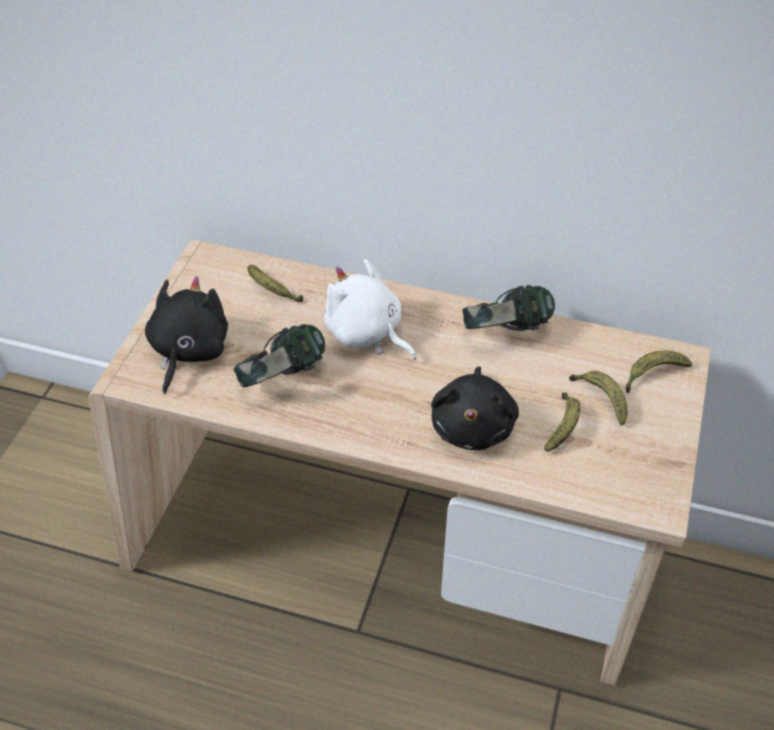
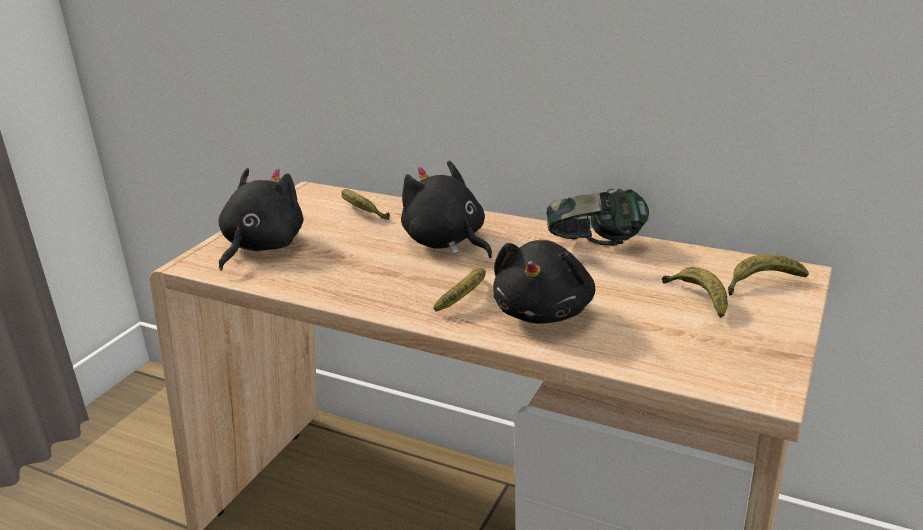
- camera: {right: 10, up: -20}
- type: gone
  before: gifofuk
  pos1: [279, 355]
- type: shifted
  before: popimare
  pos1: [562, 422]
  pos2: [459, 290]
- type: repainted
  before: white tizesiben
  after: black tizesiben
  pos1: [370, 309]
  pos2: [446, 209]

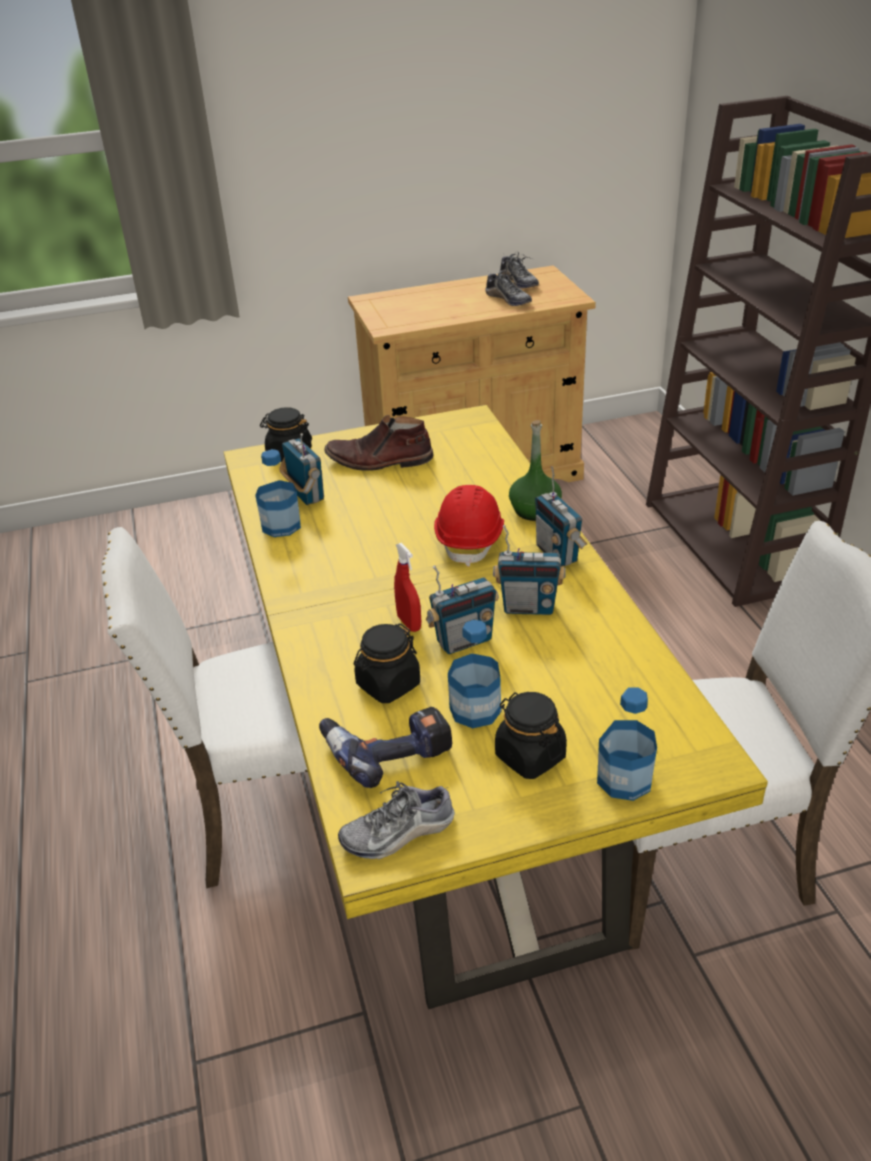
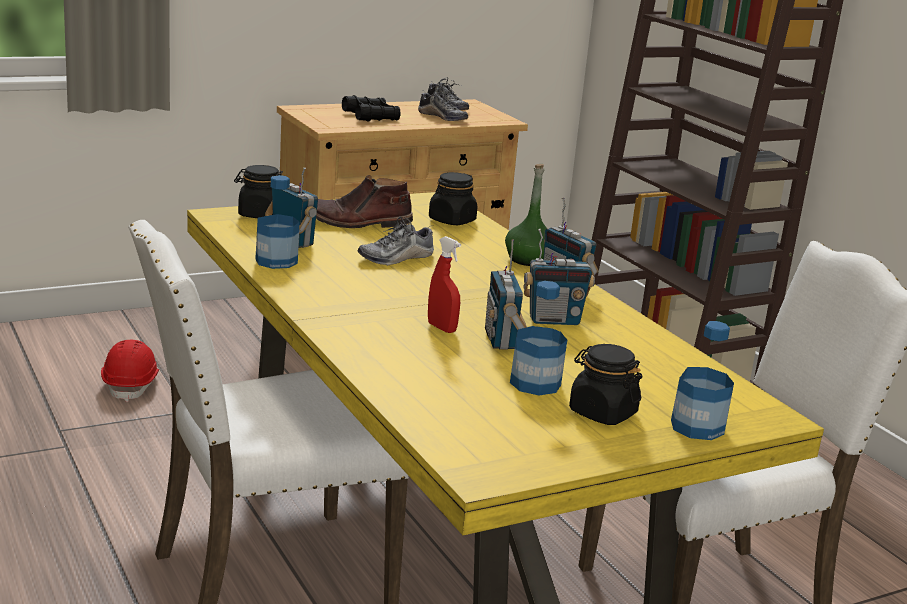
- camera: {right: -15, up: -15}
- type: gone
  before: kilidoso
  pos1: [386, 747]
- type: new
  after: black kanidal
  pos2: [371, 108]
- type: shifted
  before: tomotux
  pos1: [396, 820]
  pos2: [396, 241]
- type: shifted
  before: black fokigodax
  pos1: [387, 663]
  pos2: [453, 198]
- type: shifted
  before: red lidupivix
  pos1: [469, 526]
  pos2: [130, 371]
- type: rotated
  before: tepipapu
  pos1: [462, 609]
  pos2: [506, 295]
  turn: 120

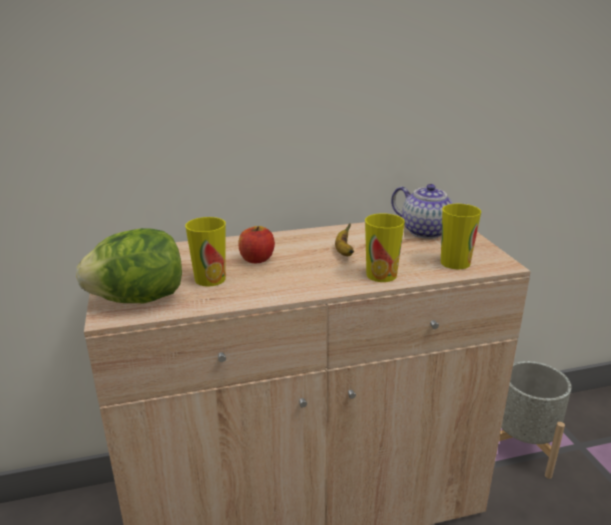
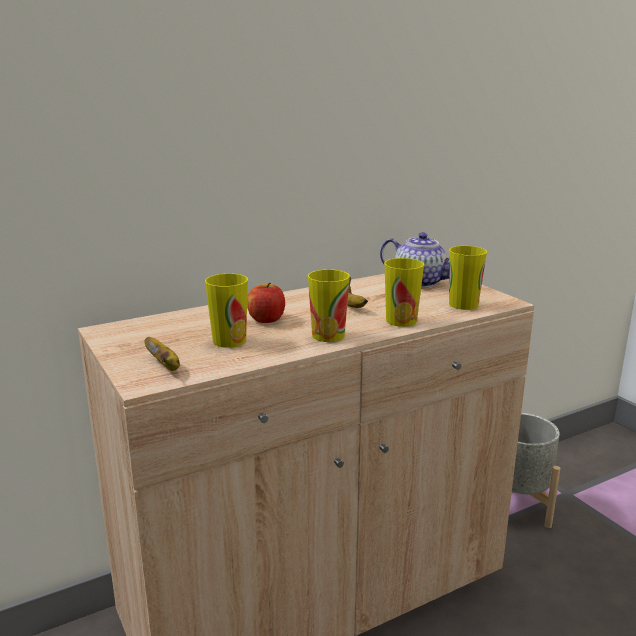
- camera: {right: -15, up: -5}
- type: new
  after: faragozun
  pos2: [329, 305]
- type: swapped
  before: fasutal
  after: popimare
  pos1: [129, 265]
  pos2: [162, 354]

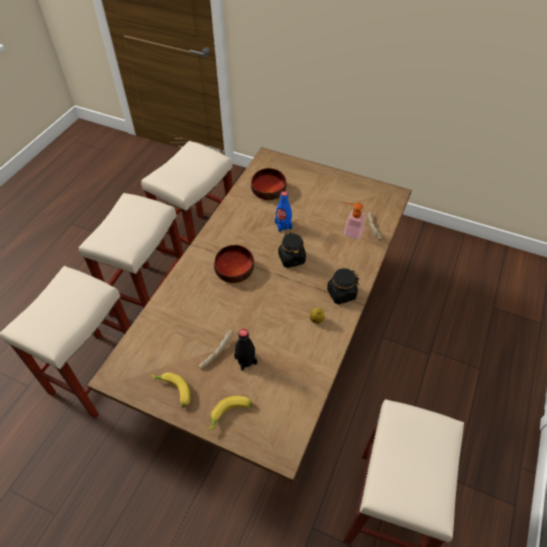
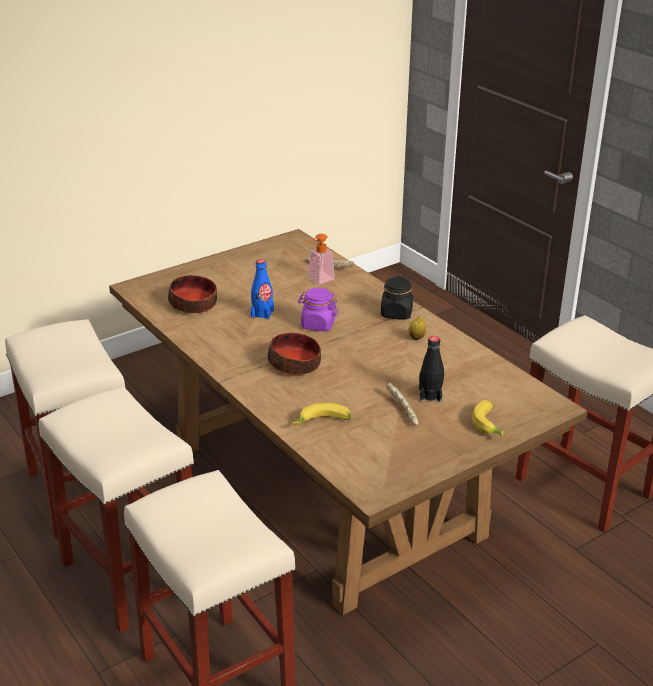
- camera: {right: -60, up: -20}
- type: shifted
  before: popimare
  pos1: [171, 390]
  pos2: [321, 414]
- type: repainted
  before: black fokigodax
  after: purple fokigodax
  pos1: [292, 250]
  pos2: [318, 309]

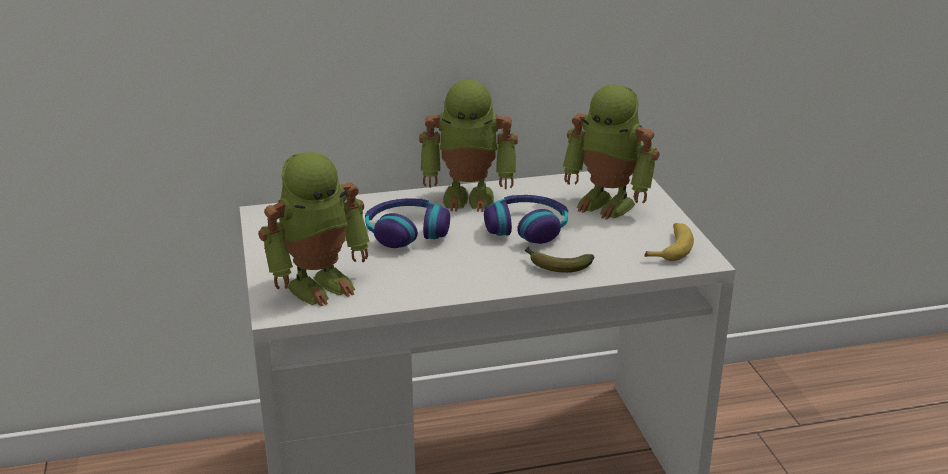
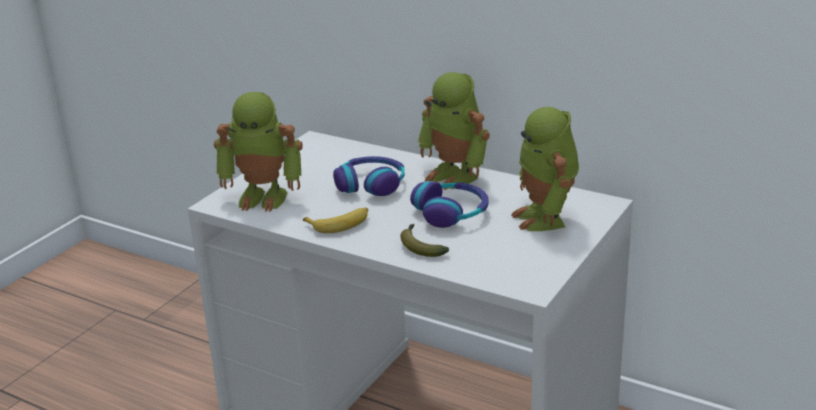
- camera: {right: 45, up: 0}
- type: shifted
  before: popimare
  pos1: [669, 242]
  pos2: [335, 220]

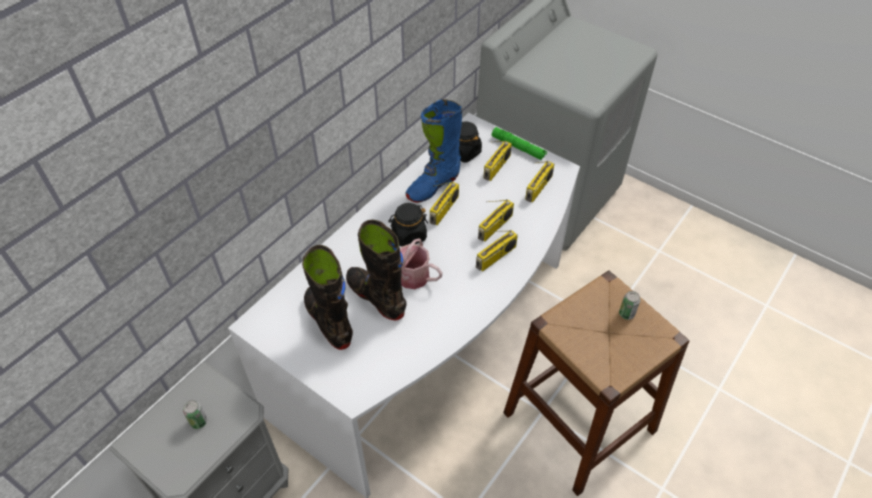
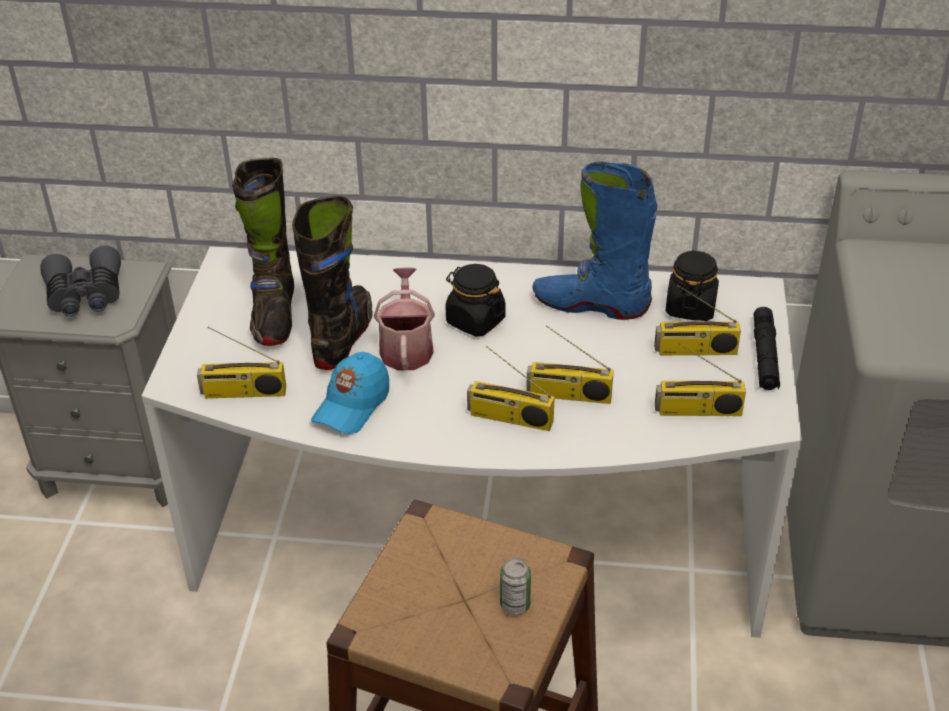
- camera: {right: 60, up: -10}
- type: new
  after: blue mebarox
  pos2: [350, 393]
- type: shifted
  before: tepipapu
  pos1: [444, 203]
  pos2: [241, 362]
- type: swapped
  before: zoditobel
  after: grey kanidal
  pos1: [195, 414]
  pos2: [80, 281]
- type: repainted
  before: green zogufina
  after: black zogufina
  pos1: [519, 143]
  pos2: [766, 348]
- type: rotated
  before: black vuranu
  pos1: [327, 297]
  pos2: [263, 252]
  turn: 150

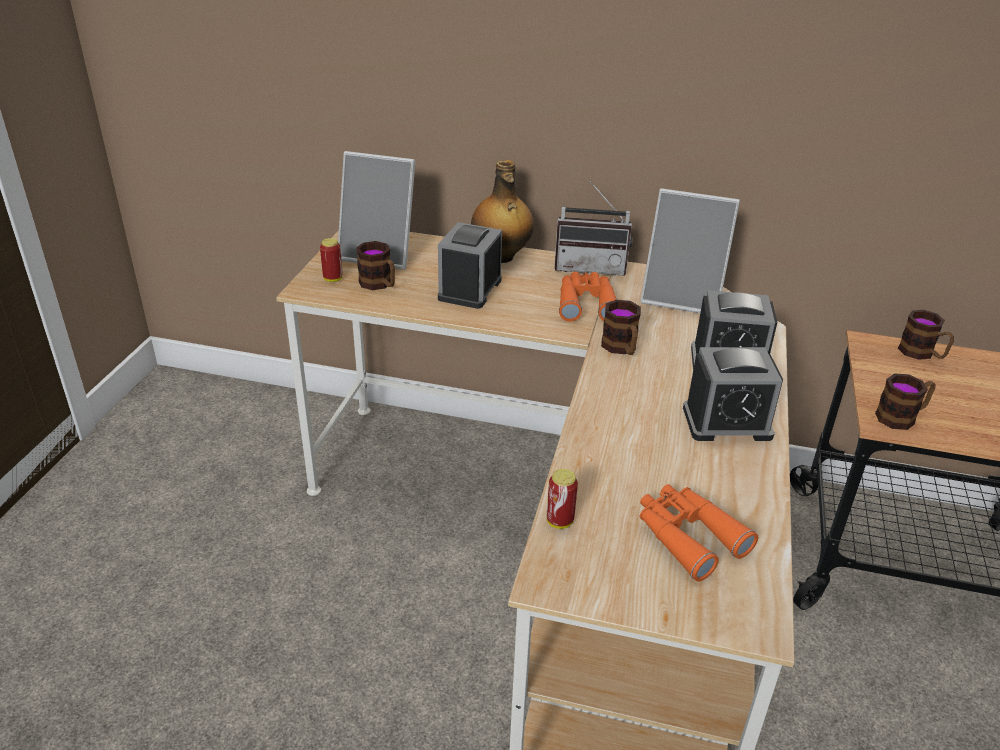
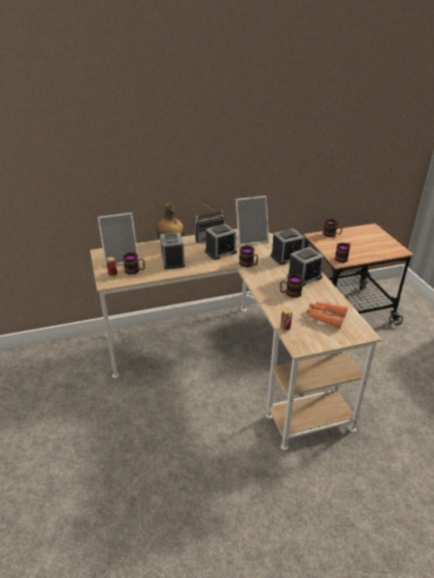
- camera: {right: -30, up: 0}
- type: new
  after: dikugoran
  pos2: [291, 286]
- type: swapped
  before: orange kanidal
  after: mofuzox
  pos1: [588, 296]
  pos2: [221, 242]

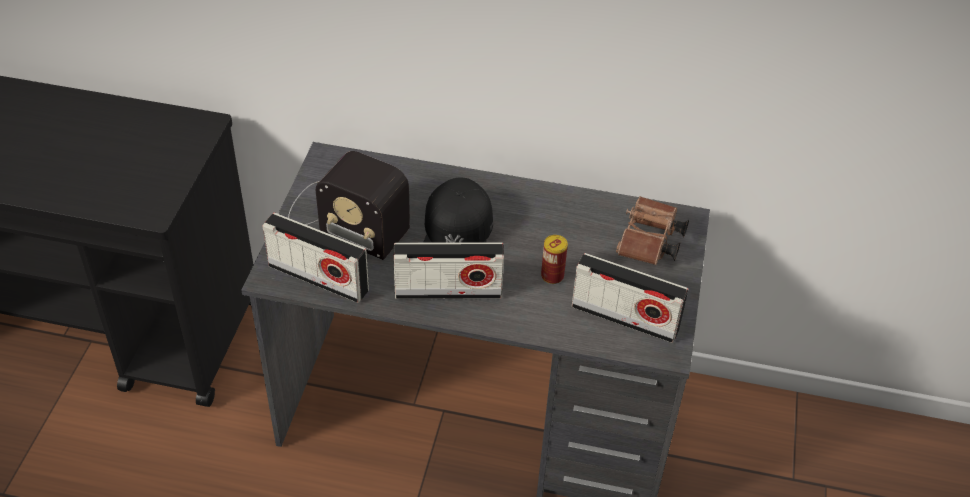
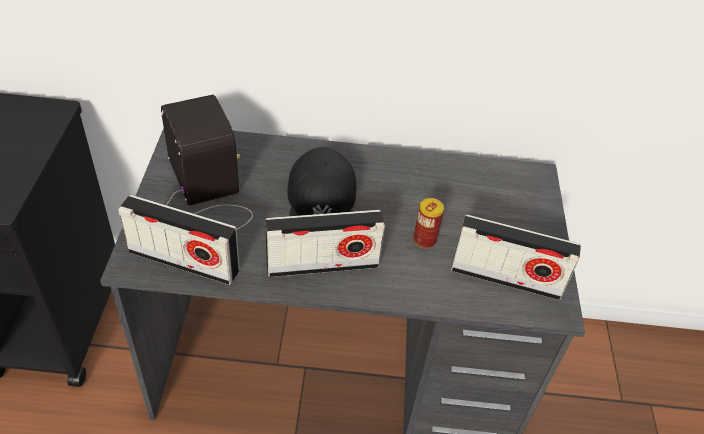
- camera: {right: -10, up: 0}
- type: gone
  before: brown kanidal
  pos1: [652, 230]
- type: rotated
  before: tepipapu
  pos1: [349, 205]
  pos2: [207, 162]
  turn: -135

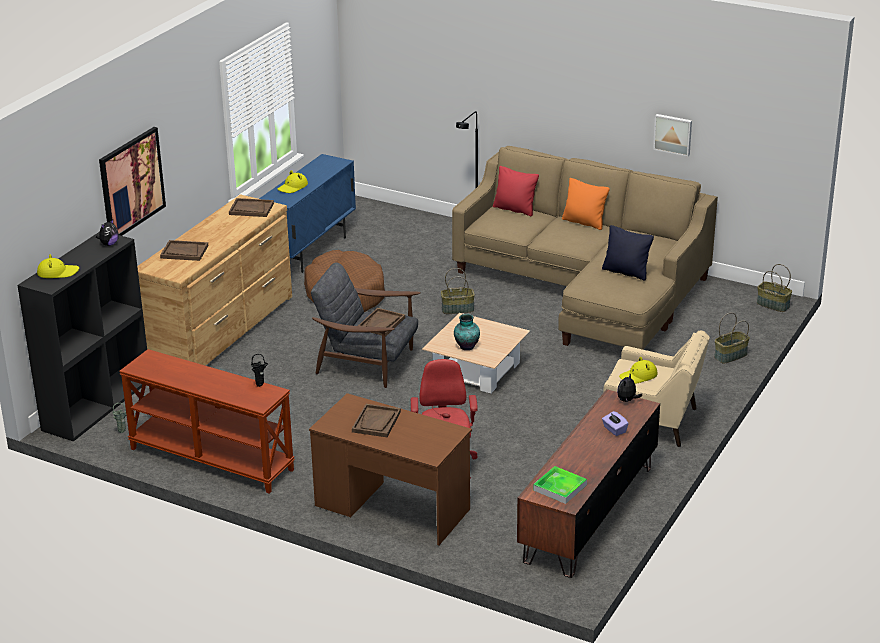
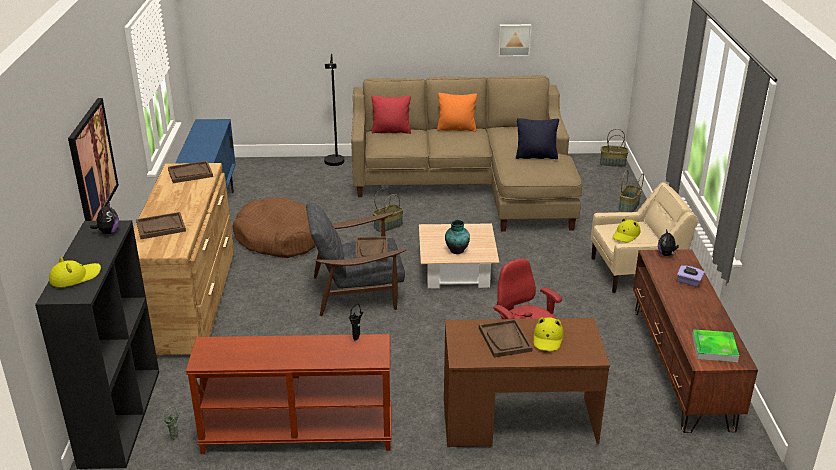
- camera: {right: -30, up: 0}
- type: shifted
  before: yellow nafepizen
  pos1: [293, 181]
  pos2: [549, 334]

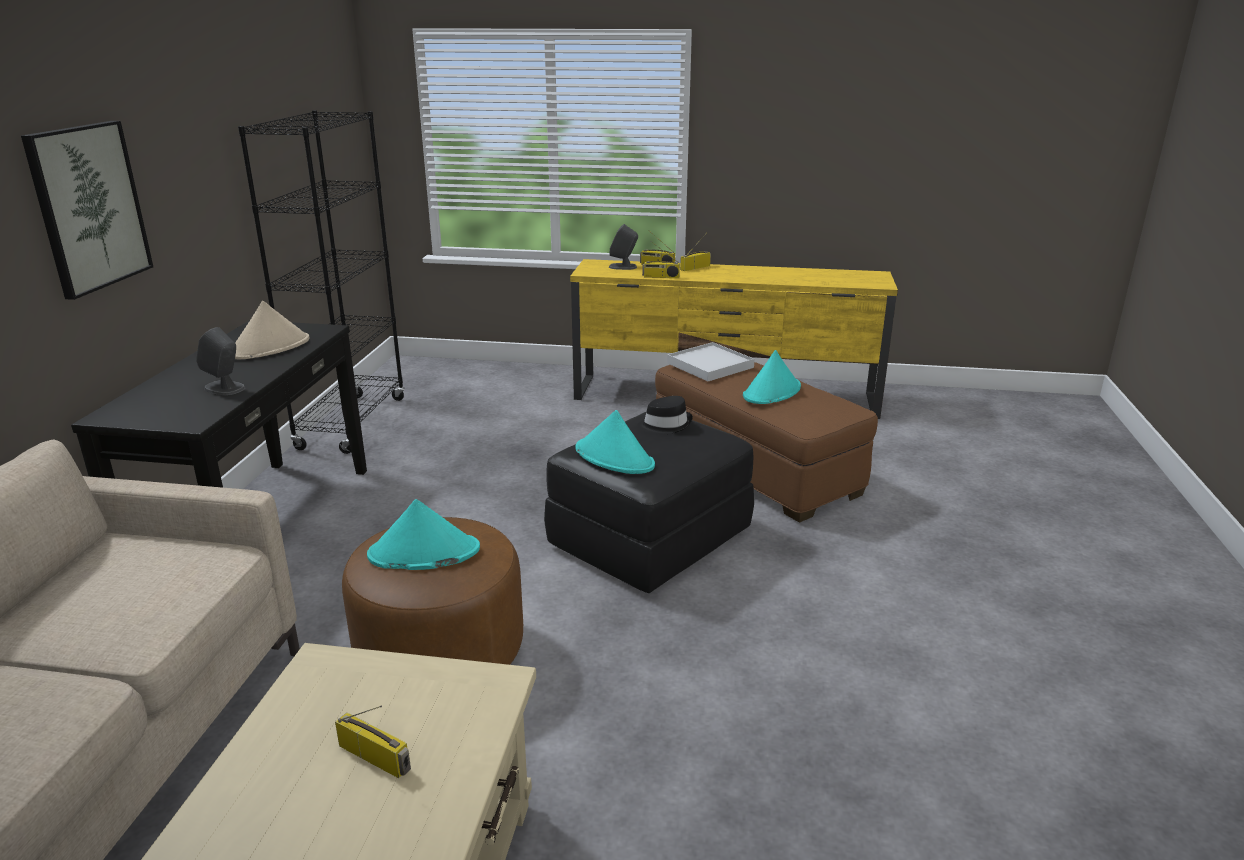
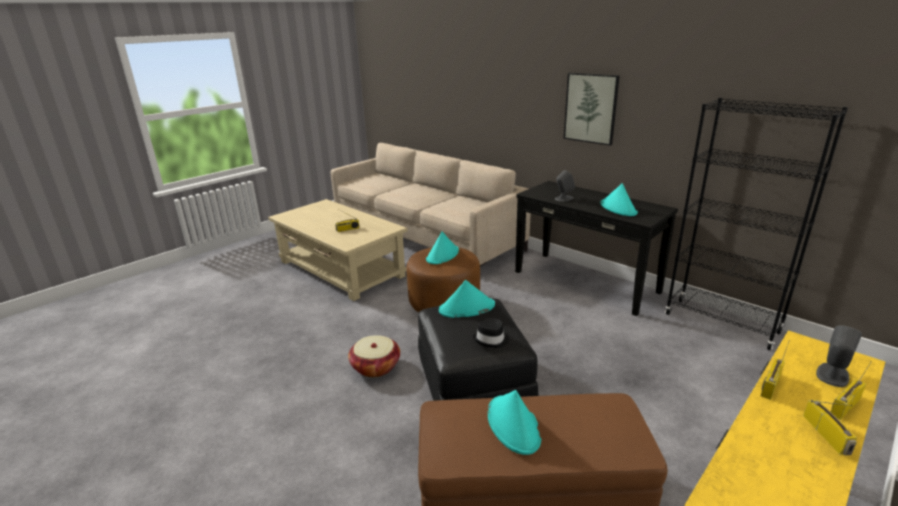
- camera: {right: 125, up: 0}
- type: gone
  before: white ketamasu
  pos1: [711, 361]
- type: new
  after: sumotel
  pos2: [374, 356]
- type: repainted
  before: beige nafepizen
  after: turquoise nafepizen
  pos1: [272, 330]
  pos2: [619, 199]

